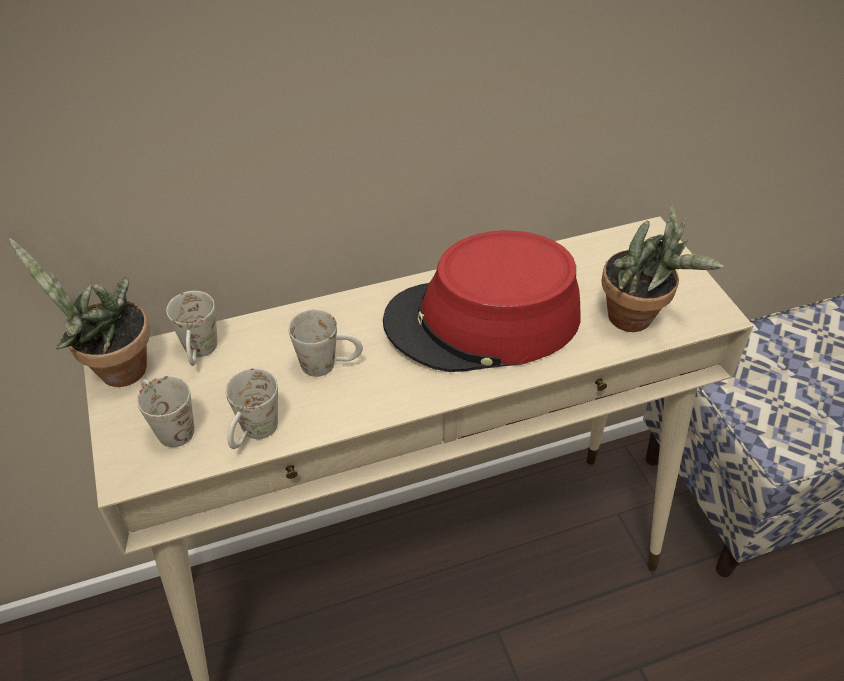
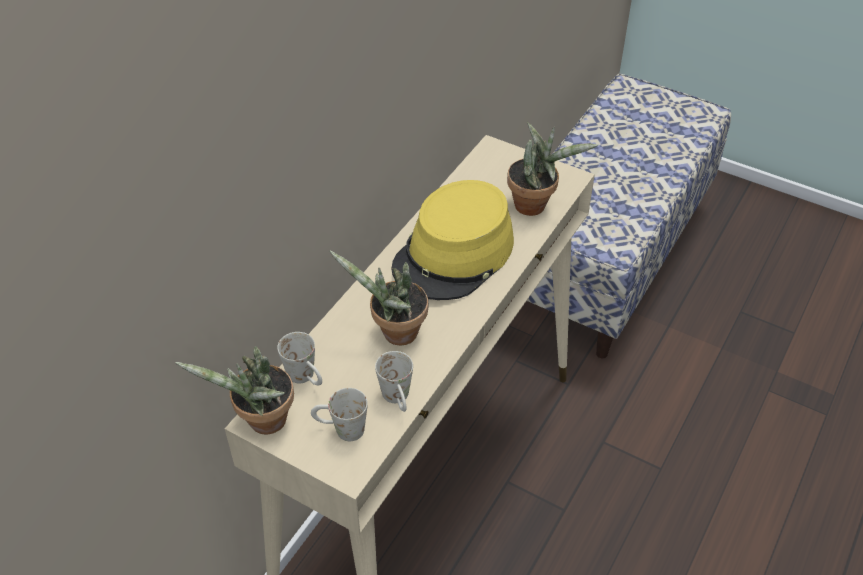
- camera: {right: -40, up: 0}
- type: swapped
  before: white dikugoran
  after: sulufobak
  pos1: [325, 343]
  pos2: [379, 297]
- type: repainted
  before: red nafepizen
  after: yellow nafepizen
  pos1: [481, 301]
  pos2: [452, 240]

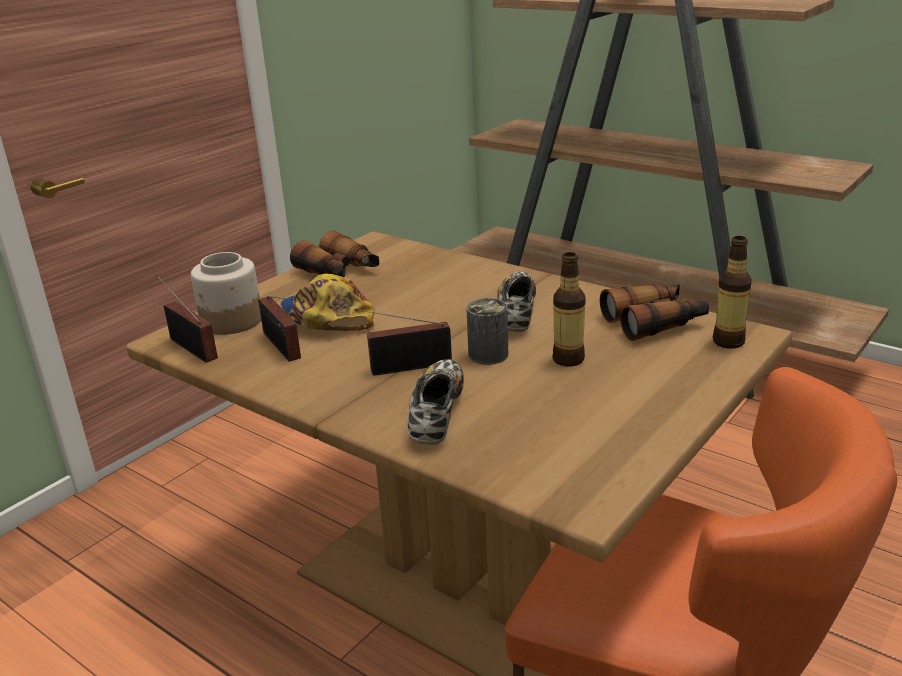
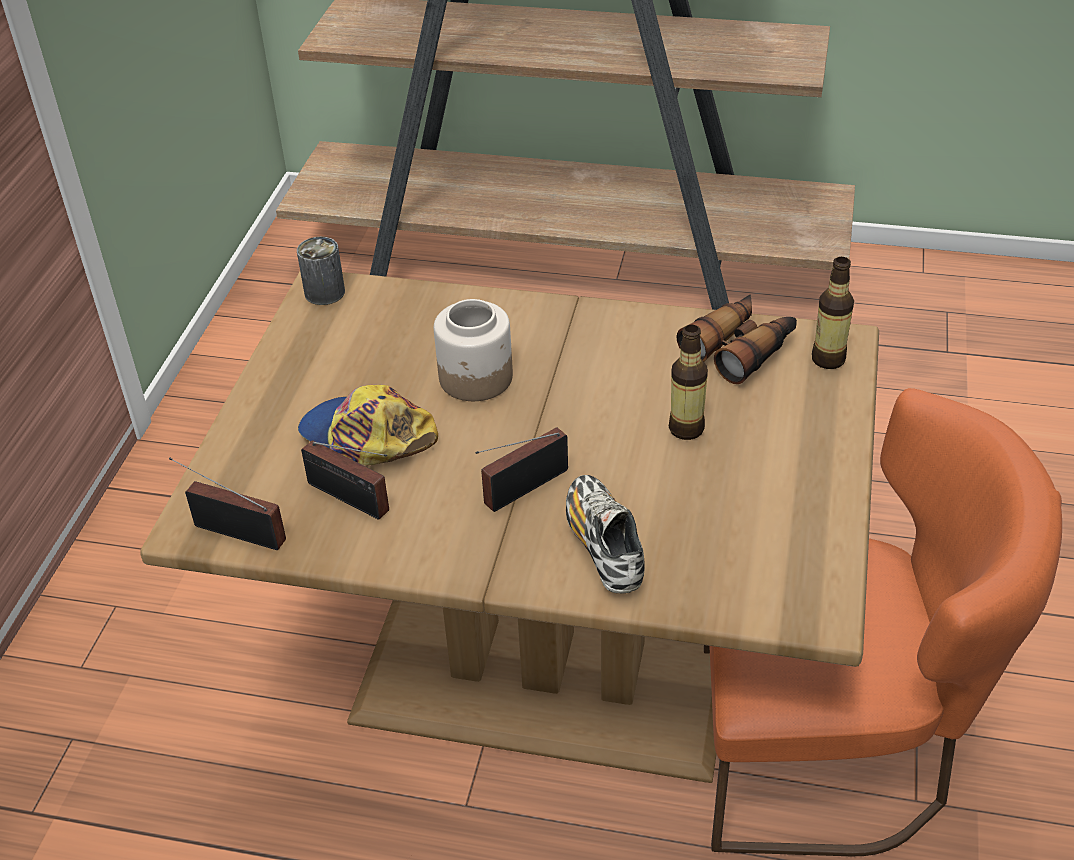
- camera: {right: -25, up: 15}
- type: gone
  before: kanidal
  pos1: [334, 254]
- type: gone
  before: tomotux
  pos1: [516, 302]
- type: shifted
  before: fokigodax
  pos1: [226, 293]
  pos2: [473, 350]
- type: shifted
  before: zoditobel
  pos1: [487, 331]
  pos2: [321, 271]

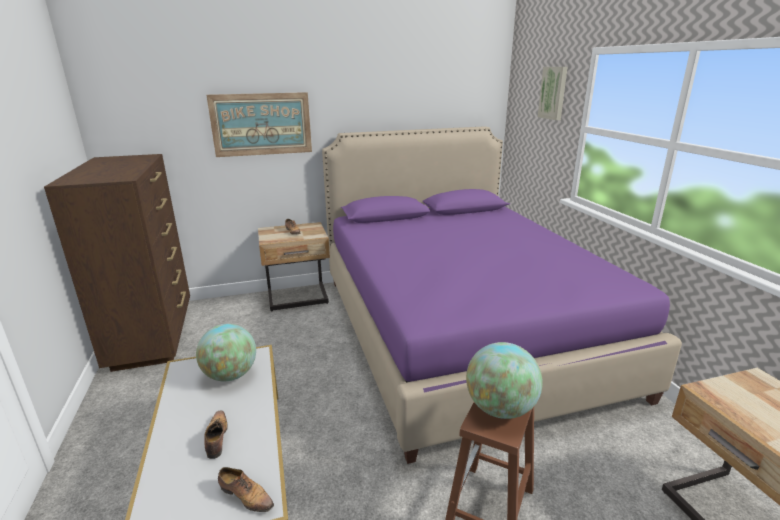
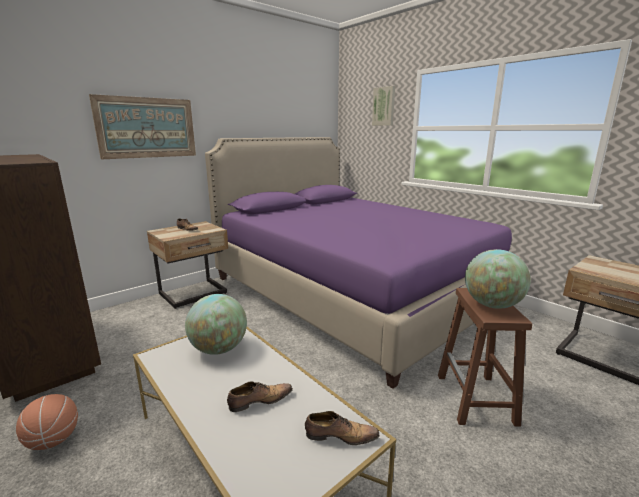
- camera: {right: -25, up: -5}
- type: new
  after: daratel
  pos2: [47, 422]
- type: rotated
  before: tomotux
  pos1: [216, 434]
  pos2: [260, 396]
  turn: 105

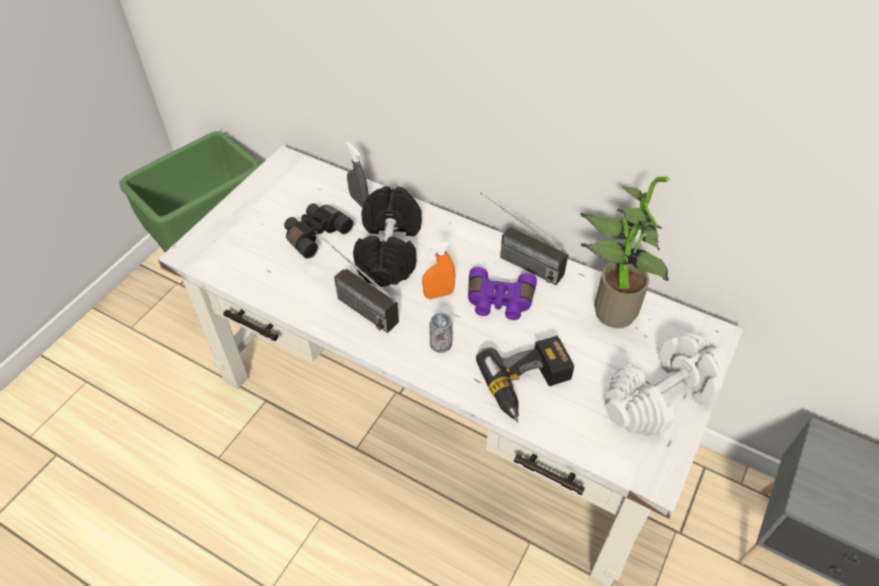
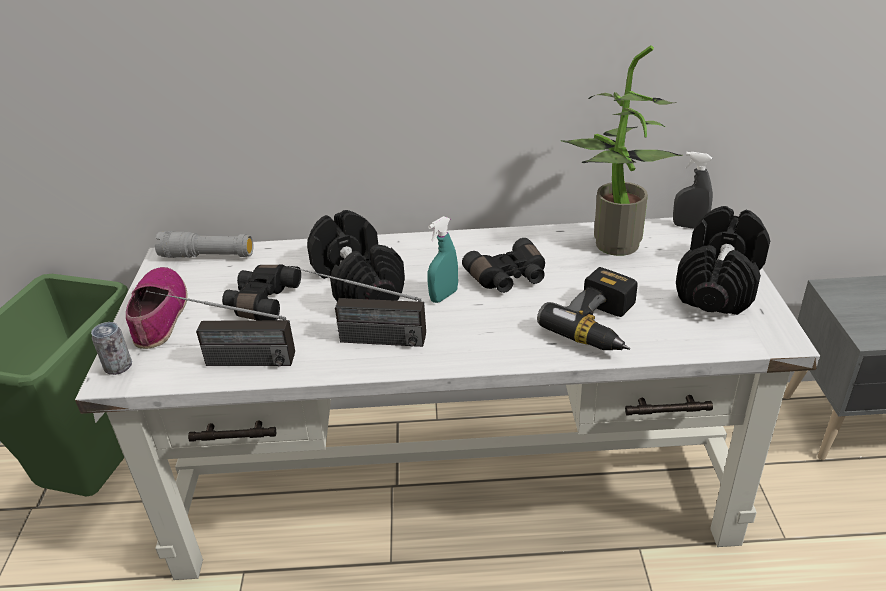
- camera: {right: -30, up: -15}
- type: new
  after: tomotux
  pos2: [157, 308]
- type: new
  after: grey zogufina
  pos2: [204, 244]
- type: shifted
  before: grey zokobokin
  pos1: [357, 174]
  pos2: [693, 190]
- type: shifted
  before: zoditobel
  pos1: [441, 333]
  pos2: [111, 348]
- type: shifted
  before: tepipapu
  pos1: [524, 239]
  pos2: [220, 328]
- type: repainted
  before: orange zokobokin
  after: turquoise zokobokin
  pos1: [438, 270]
  pos2: [442, 259]
- type: repainted
  before: purple kanidal
  after: black kanidal
  pos1: [502, 293]
  pos2: [503, 265]
- type: repainted
  before: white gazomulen
  after: black gazomulen
  pos1: [666, 384]
  pos2: [723, 260]

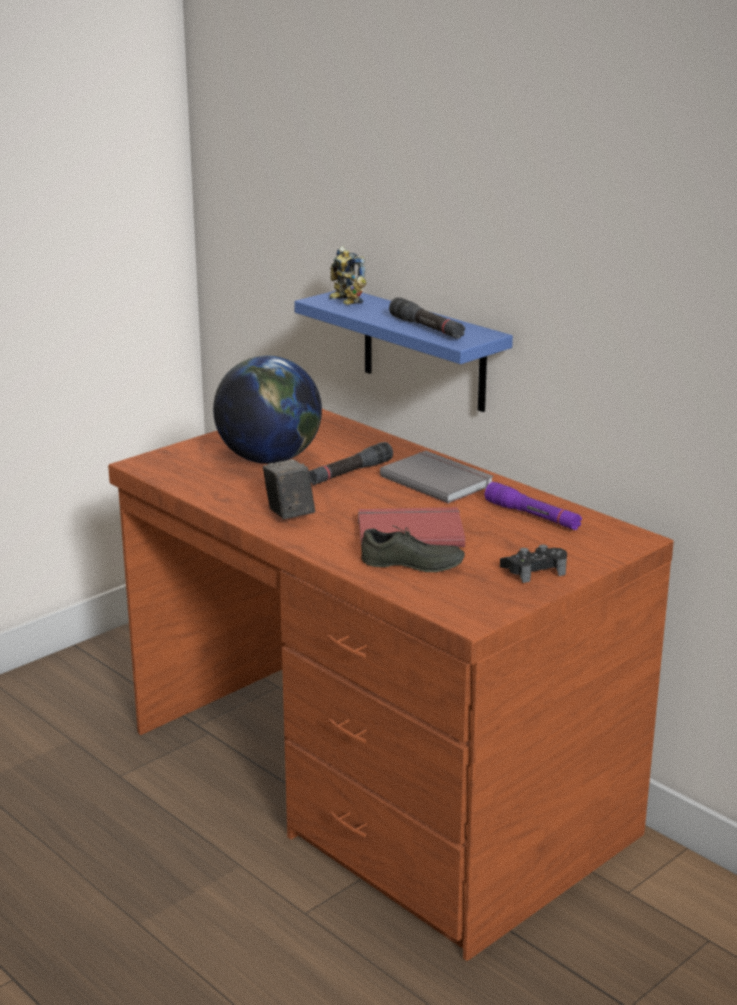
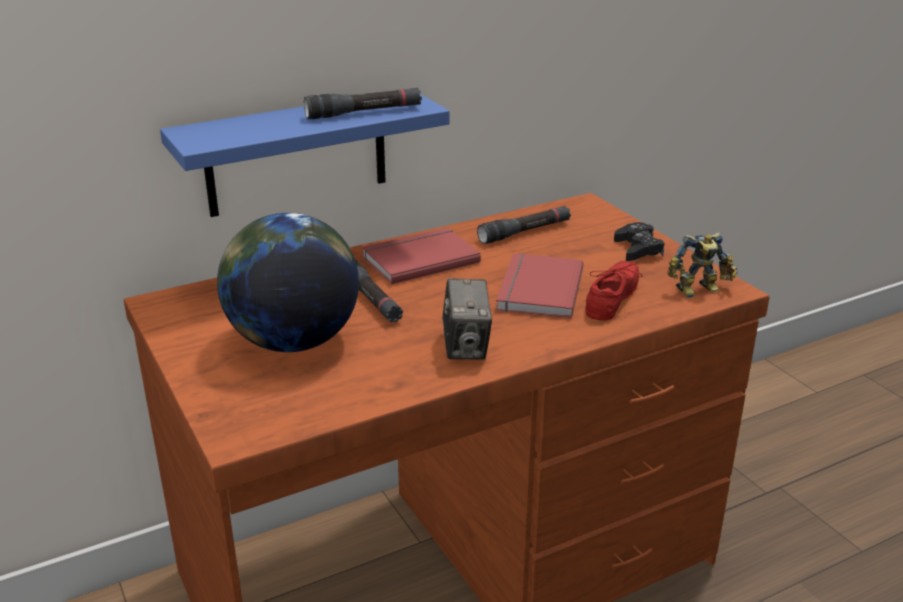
- camera: {right: -75, up: 5}
- type: shifted
  before: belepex
  pos1: [347, 275]
  pos2: [702, 265]
- type: repainted
  before: grey tomotux
  after: red tomotux
  pos1: [413, 549]
  pos2: [614, 291]
- type: repainted
  before: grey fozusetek
  after: red fozusetek
  pos1: [437, 477]
  pos2: [421, 256]
- type: repainted
  before: purple zogufina
  after: black zogufina
  pos1: [533, 506]
  pos2: [524, 225]
- type: rotated
  before: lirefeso
  pos1: [289, 489]
  pos2: [467, 319]
  turn: -90

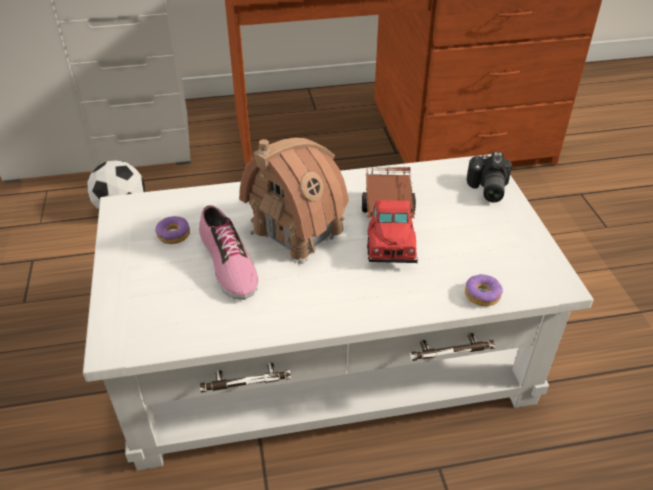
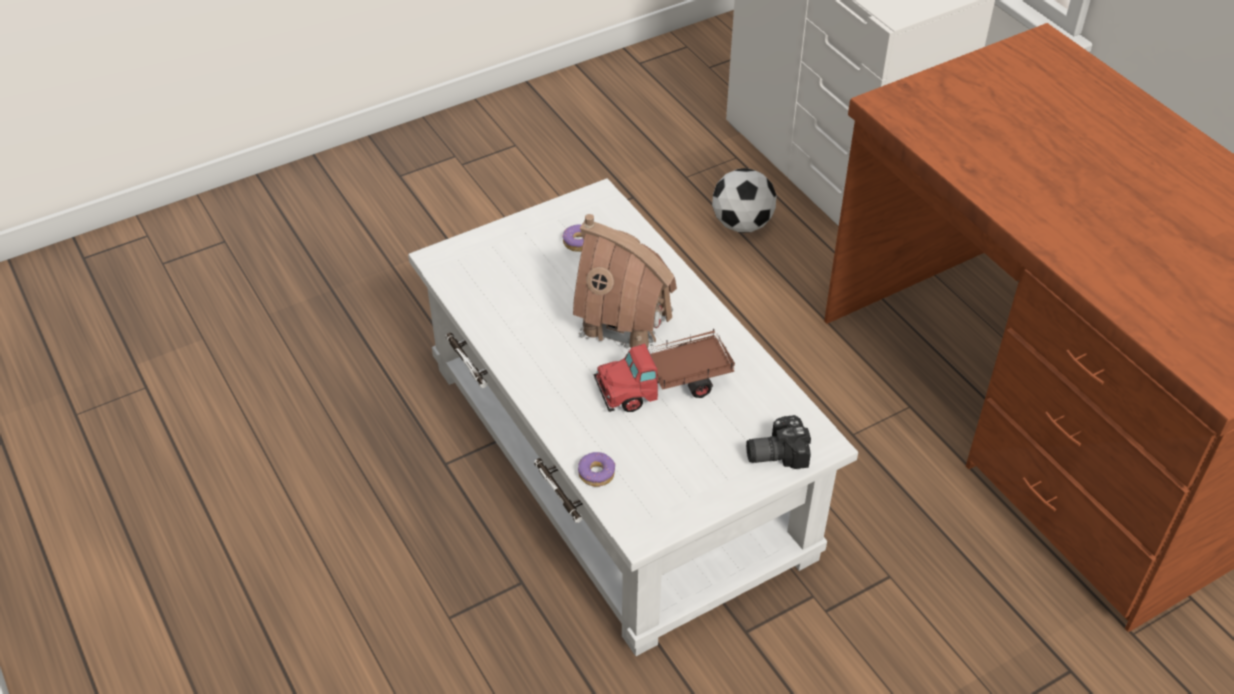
- camera: {right: 70, up: 5}
- type: gone
  before: tomotux
  pos1: [228, 253]

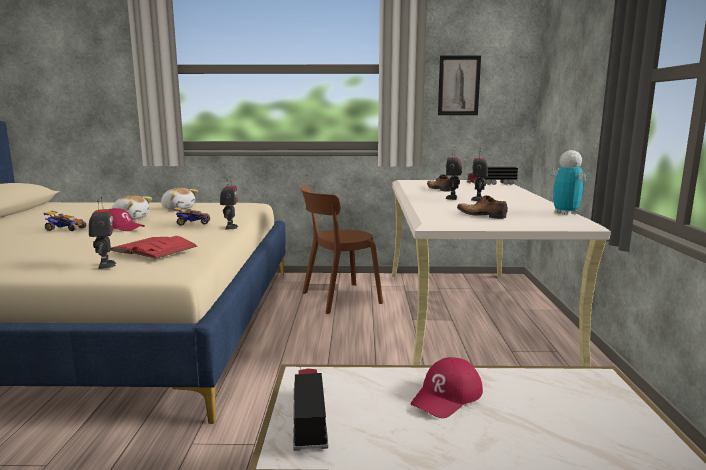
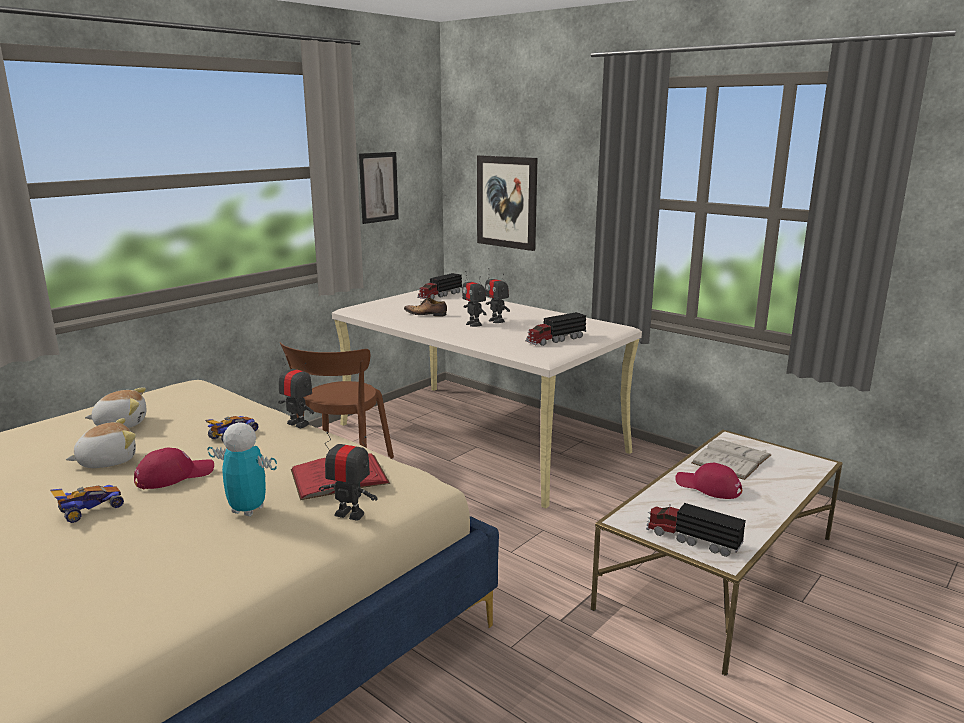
- camera: {right: -50, up: 5}
- type: new
  after: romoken
  pos2: [507, 203]
- type: new
  after: white fozusetek
  pos2: [731, 459]
- type: shifted
  before: belepex
  pos1: [570, 182]
  pos2: [242, 469]
- type: swapped
  before: tomotux
  after: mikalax
  pos1: [482, 207]
  pos2: [556, 329]
- type: rotated
  before: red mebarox
  pos1: [446, 387]
  pos2: [708, 481]
  turn: 135

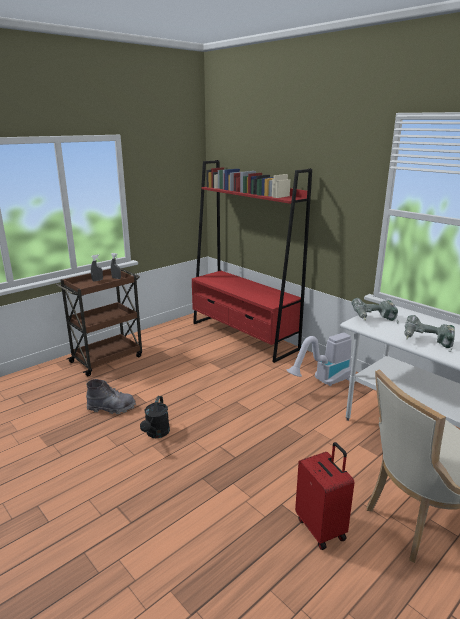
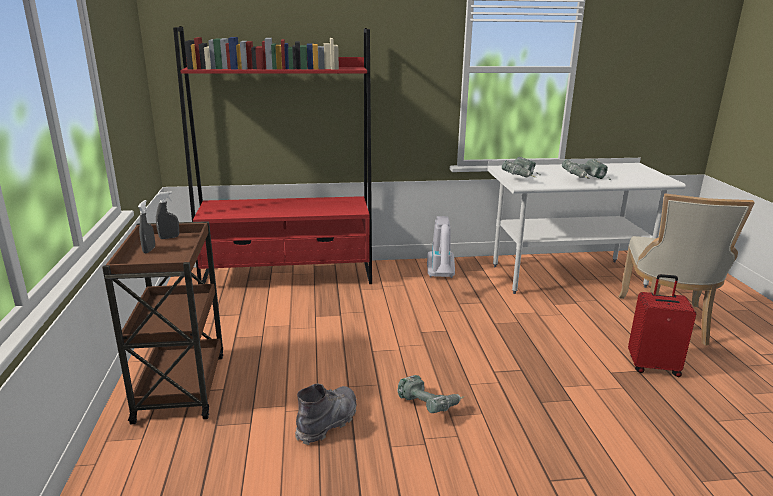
- camera: {right: -55, up: 0}
- type: swapped
  before: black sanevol
  after: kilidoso
  pos1: [155, 417]
  pos2: [430, 394]

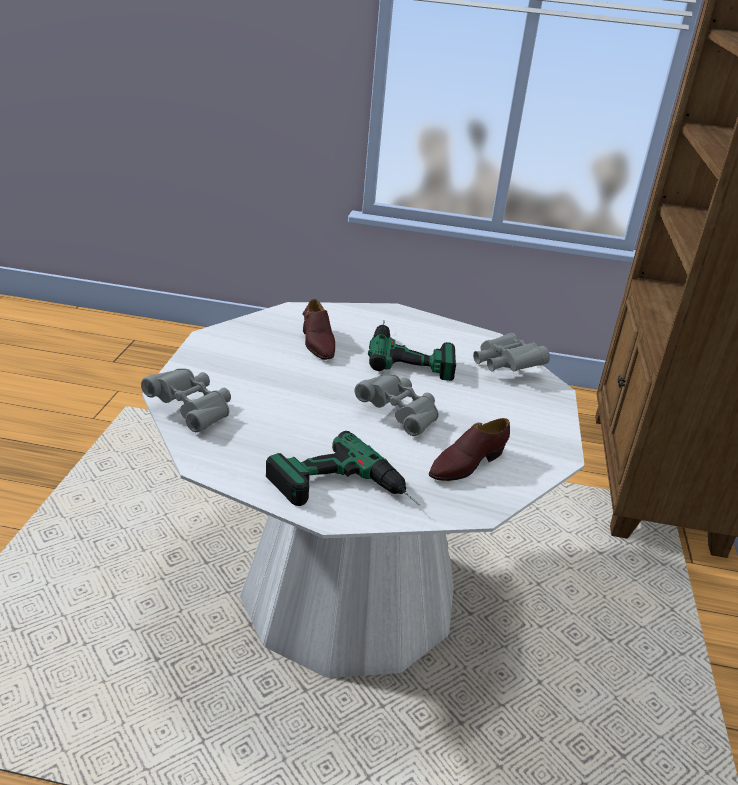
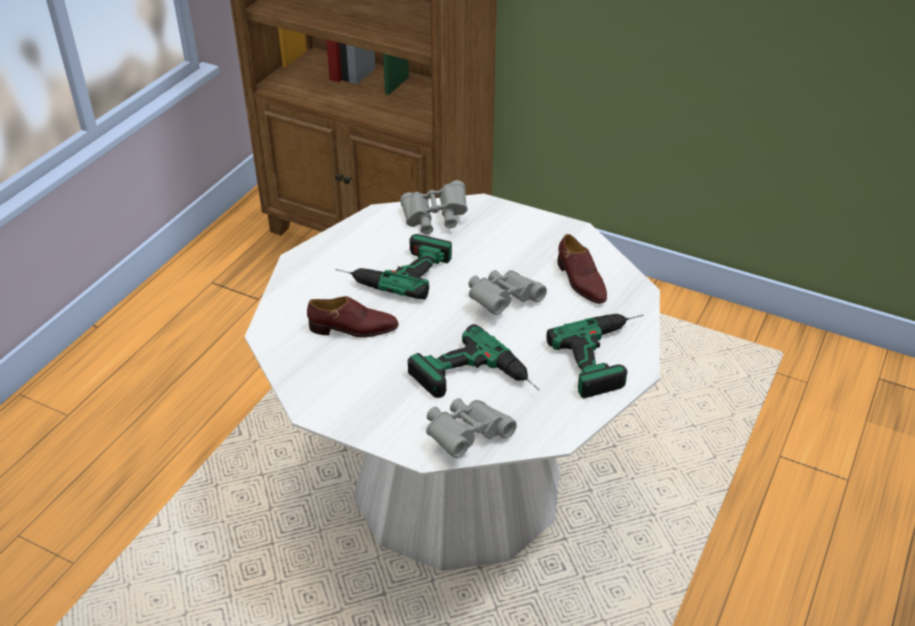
- camera: {right: -70, up: 10}
- type: new
  after: kilidoso
  pos2: [473, 361]

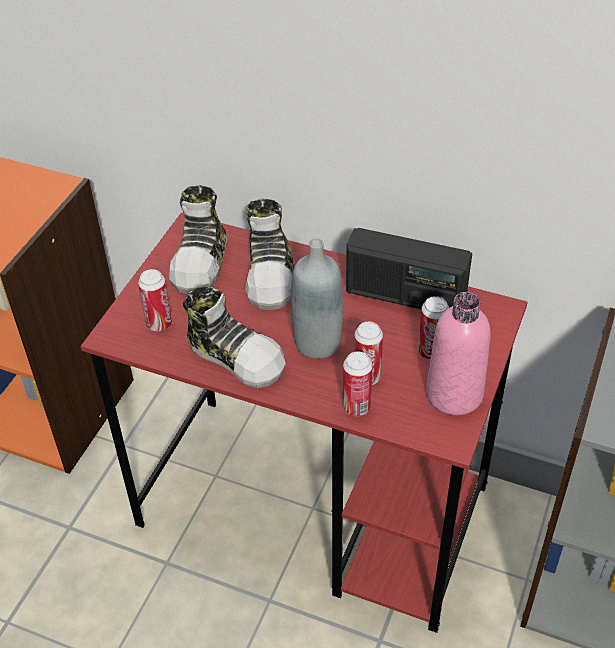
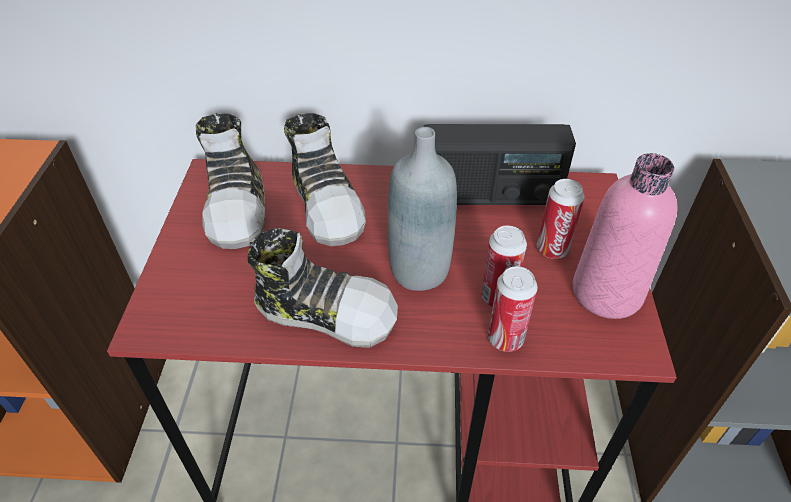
- camera: {right: -20, up: 0}
- type: gone
  before: zoditobel
  pos1: [155, 300]

